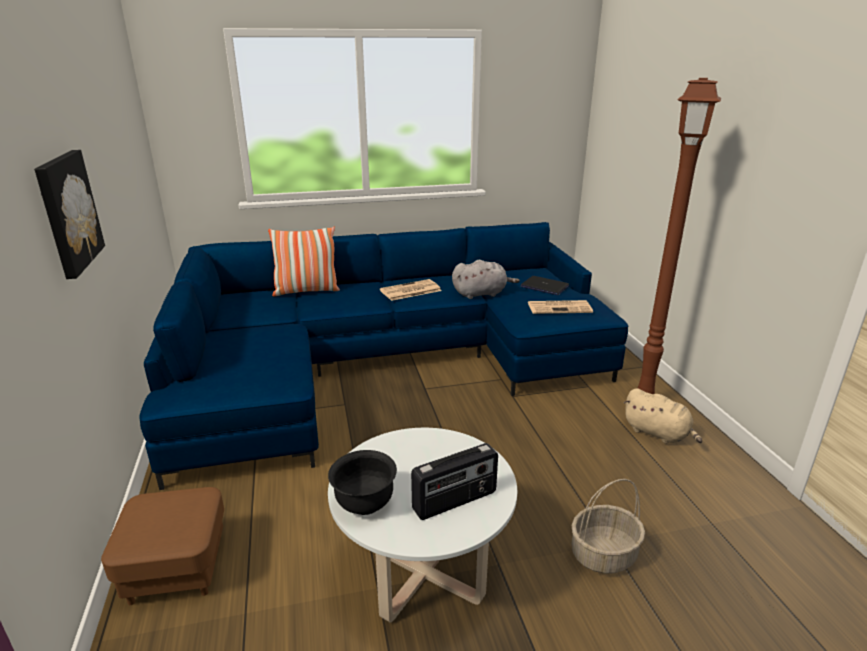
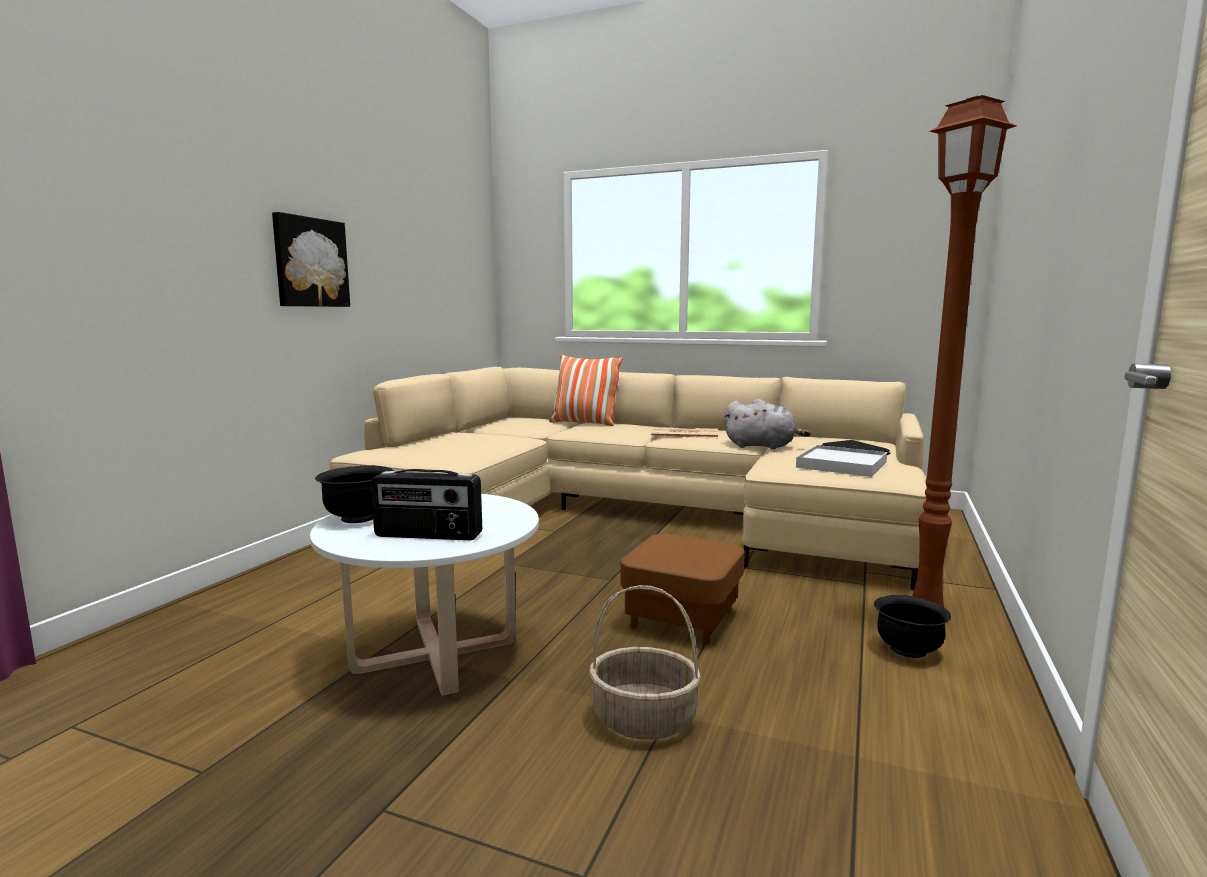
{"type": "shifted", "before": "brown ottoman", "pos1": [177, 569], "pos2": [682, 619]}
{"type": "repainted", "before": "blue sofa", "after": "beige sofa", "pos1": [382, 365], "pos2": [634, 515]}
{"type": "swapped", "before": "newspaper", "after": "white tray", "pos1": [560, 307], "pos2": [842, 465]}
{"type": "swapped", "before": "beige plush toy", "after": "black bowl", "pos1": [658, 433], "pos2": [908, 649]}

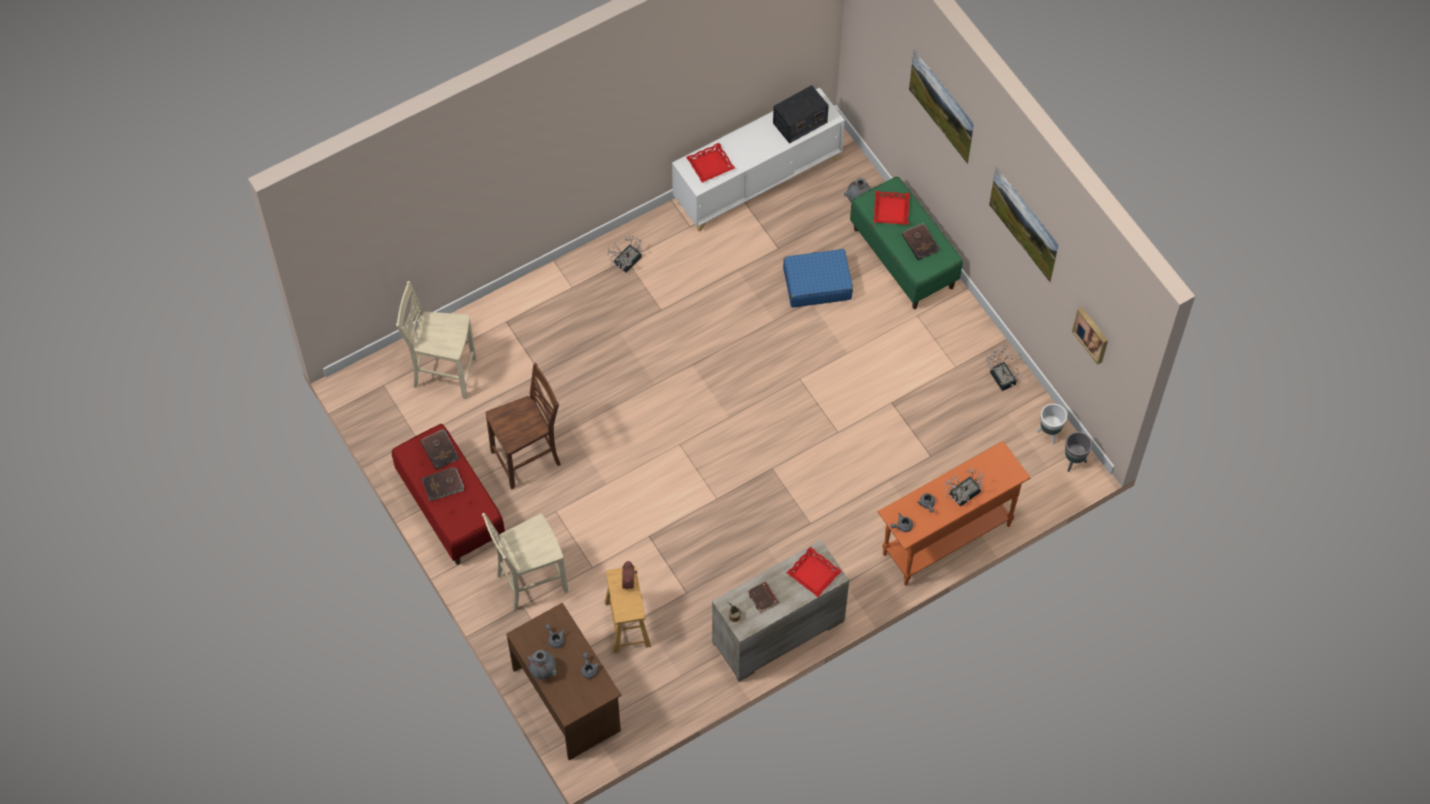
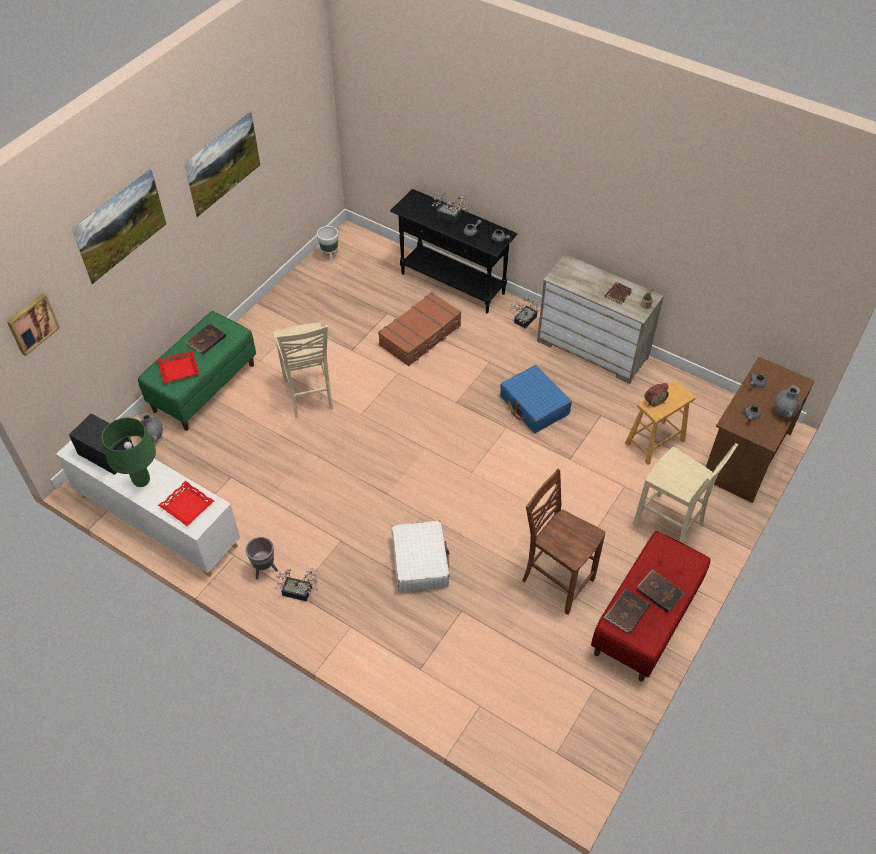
{"type": "shifted", "before": "beige chair", "pos1": [443, 373], "pos2": [309, 396]}
{"type": "shifted", "before": "blue suitcase", "pos1": [817, 284], "pos2": [534, 406]}
{"type": "gone", "before": "red tray", "pos1": [813, 574]}
{"type": "repainted", "before": "orange console table", "after": "black console table", "pos1": [946, 539], "pos2": [452, 284]}
{"type": "shifted", "before": "potted plant", "pos1": [1001, 375], "pos2": [523, 321]}
{"type": "shifted", "before": "grey planter", "pos1": [1073, 461], "pos2": [265, 570]}
{"type": "shifted", "before": "picture", "pos1": [1092, 334], "pos2": [32, 323]}
{"type": "new", "after": "green table lamp", "pos2": [142, 481]}
{"type": "new", "after": "brown suitcase", "pos2": [421, 336]}
{"type": "new", "after": "white suitcase", "pos2": [420, 562]}

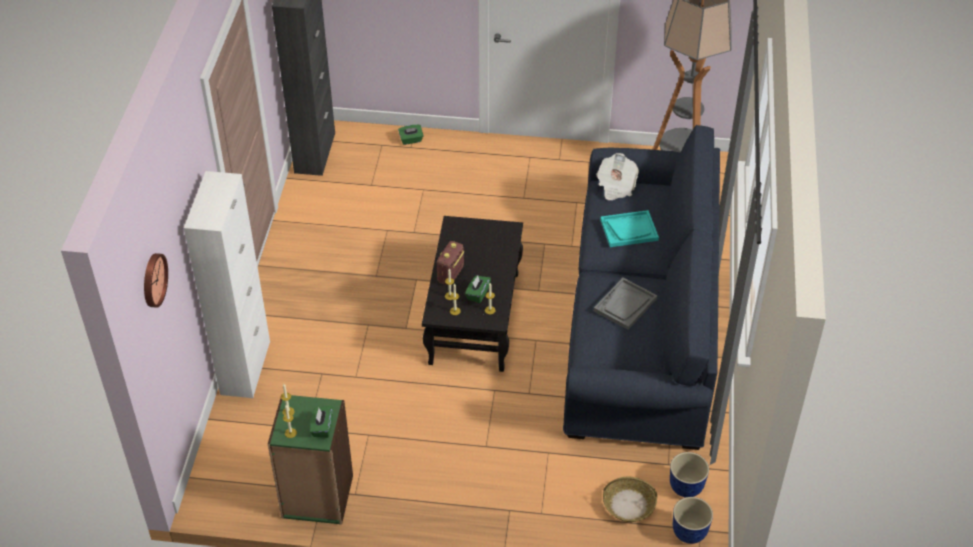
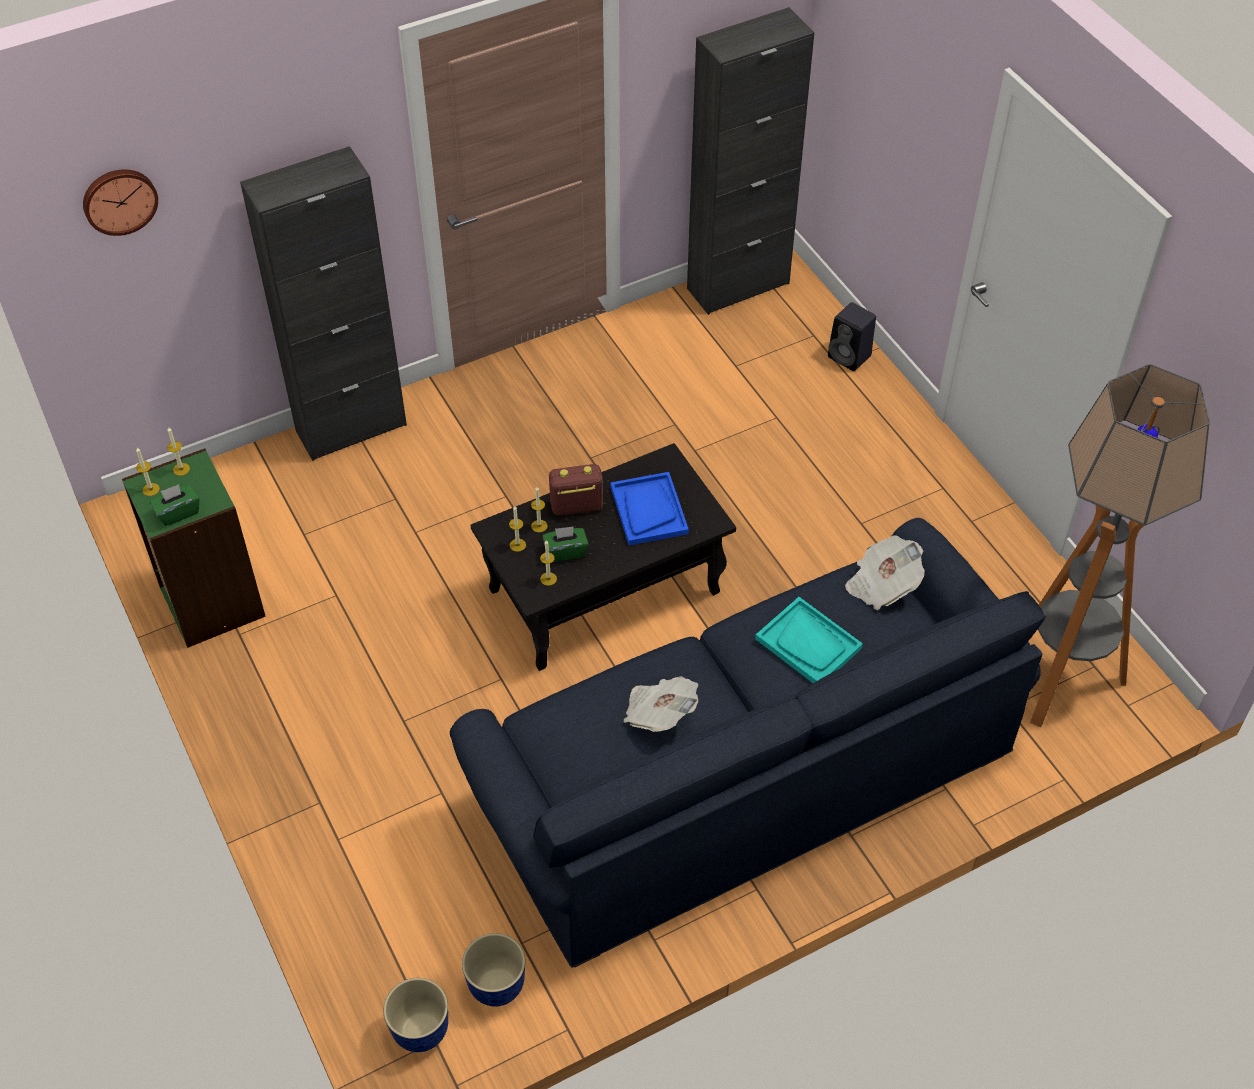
{"type": "repainted", "before": "white cabinet", "after": "black cabinet", "pos1": [245, 368], "pos2": [351, 428]}
{"type": "swapped", "before": "green tissue box", "after": "black speaker", "pos1": [411, 140], "pos2": [850, 357]}
{"type": "swapped", "before": "grey tray", "after": "newspaper", "pos1": [625, 305], "pos2": [659, 713]}
{"type": "gone", "before": "basket", "pos1": [628, 505]}
{"type": "new", "after": "blue tray", "pos2": [648, 510]}

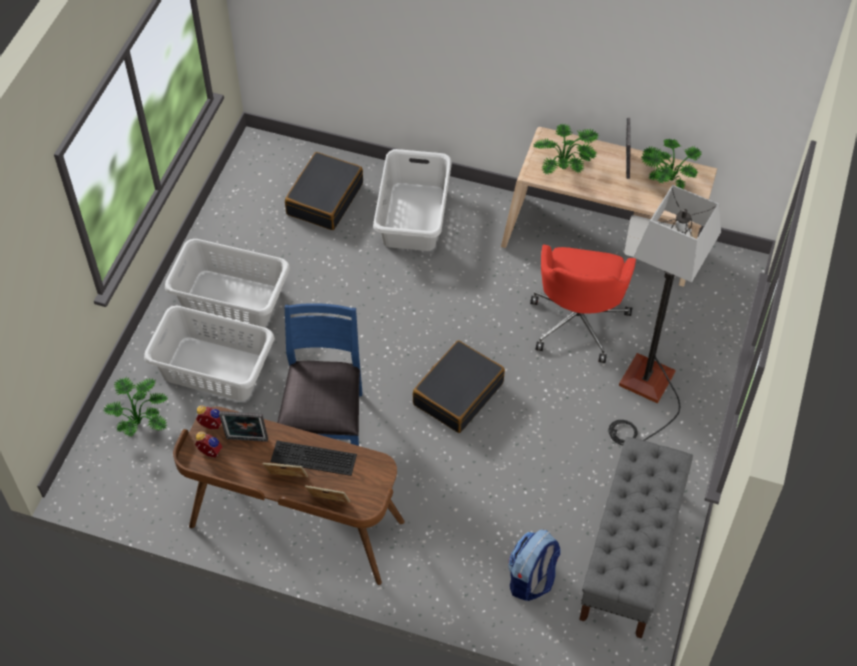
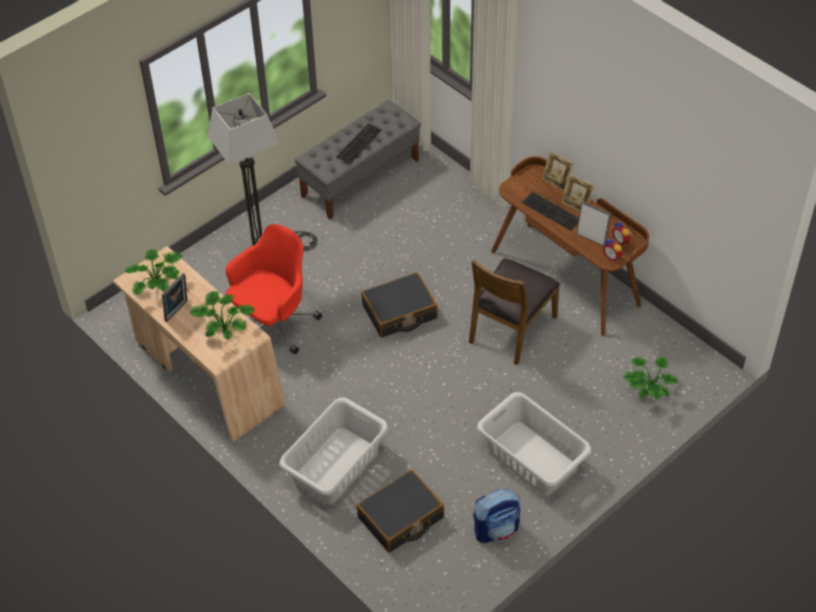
{"type": "gone", "before": "grey laundry basket", "pos1": [214, 368]}
{"type": "repainted", "before": "blue chair", "after": "brown chair", "pos1": [325, 429], "pos2": [511, 329]}
{"type": "shifted", "before": "backpack", "pos1": [531, 579], "pos2": [496, 529]}
{"type": "new", "after": "keyboard", "pos2": [358, 142]}

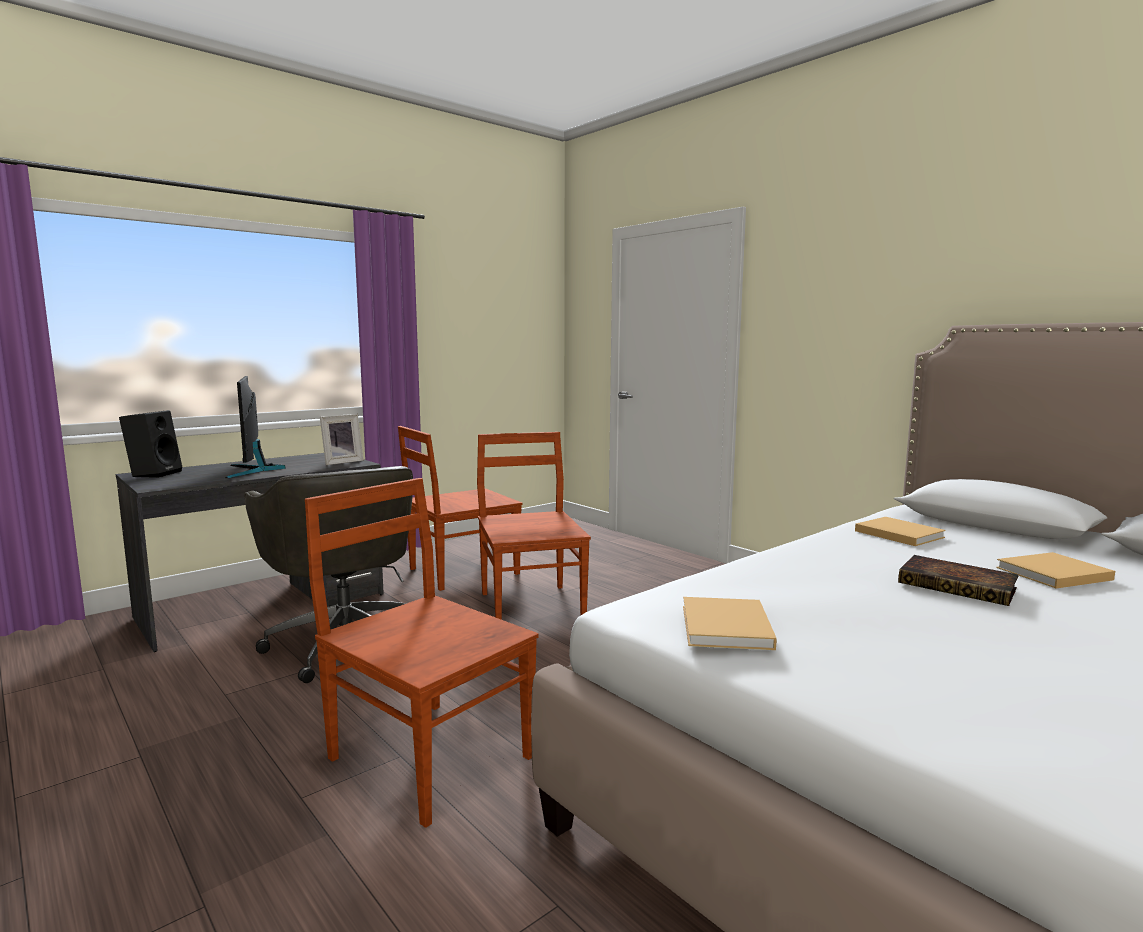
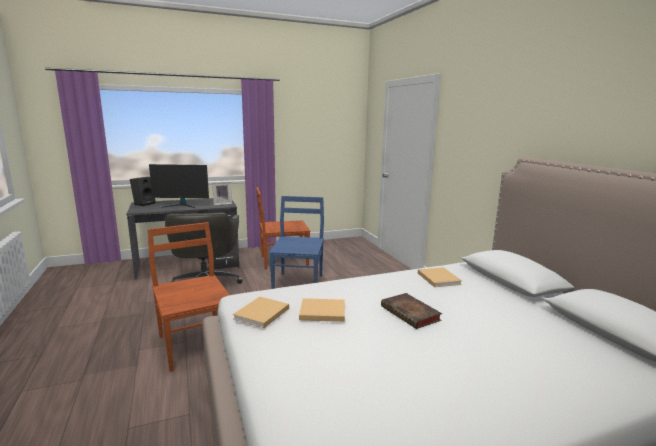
{"type": "rotated", "before": "monitor", "pos1": [253, 470], "pos2": [182, 205], "turn": -90}
{"type": "repainted", "before": "brown chair", "after": "blue chair", "pos1": [531, 605], "pos2": [298, 283]}
{"type": "shifted", "before": "beige book", "pos1": [1051, 574], "pos2": [321, 311]}

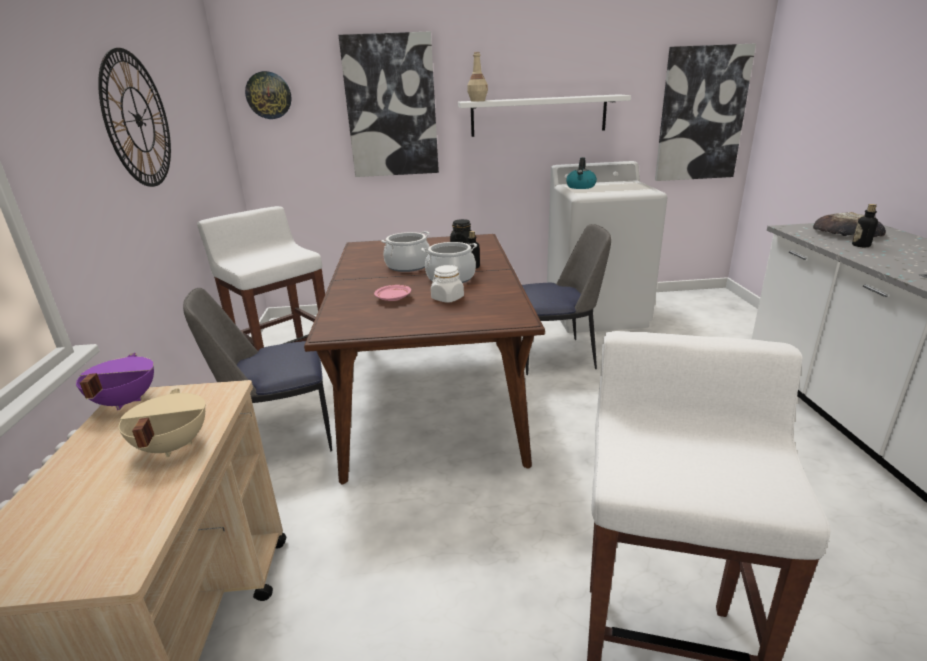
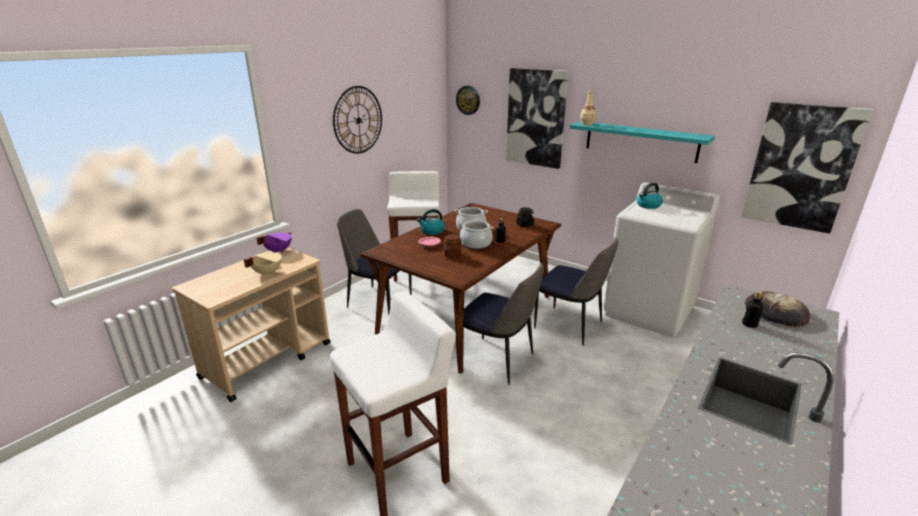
{"type": "repainted", "before": "white jar", "after": "brown jar", "pos1": [447, 298], "pos2": [451, 254]}
{"type": "repainted", "before": "white shelf", "after": "turquoise shelf", "pos1": [538, 115], "pos2": [640, 141]}
{"type": "new", "after": "kettle", "pos2": [432, 231]}
{"type": "new", "after": "chair", "pos2": [497, 361]}

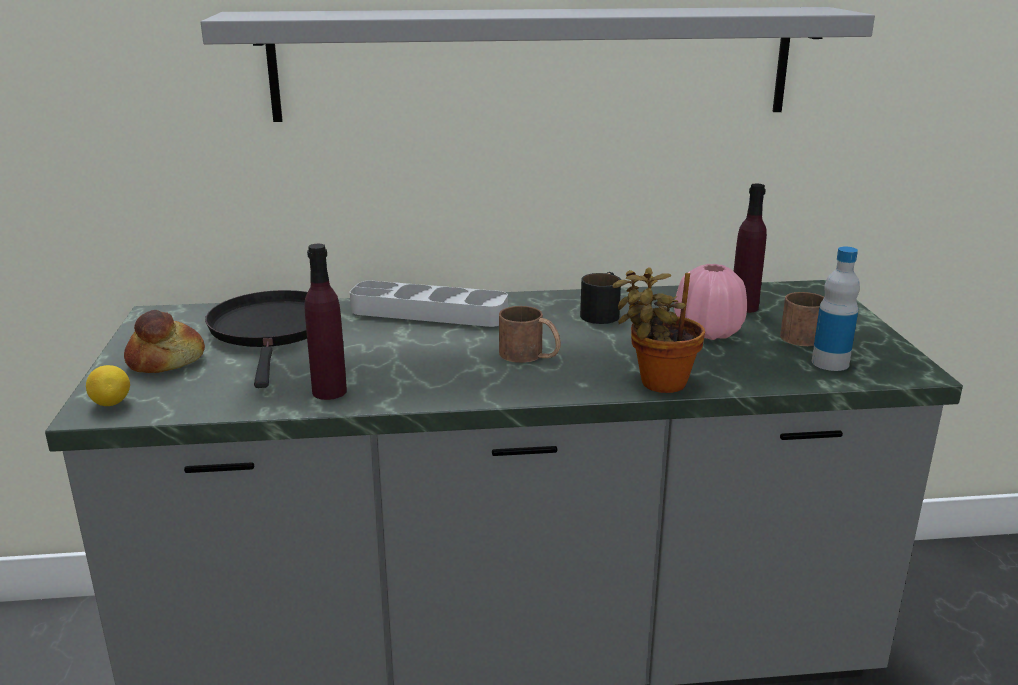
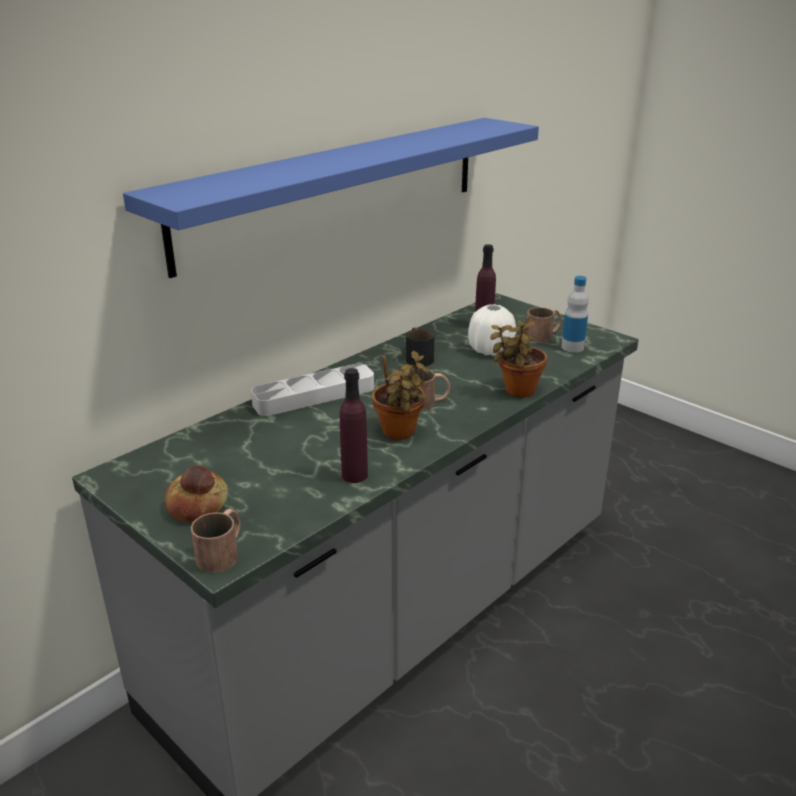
{"type": "swapped", "before": "lemon", "after": "brown mug", "pos1": [111, 404], "pos2": [223, 552]}
{"type": "repainted", "before": "grey shelf", "after": "blue shelf", "pos1": [534, 64], "pos2": [338, 188]}
{"type": "gone", "before": "black frying pan", "pos1": [273, 331]}
{"type": "repainted", "before": "pink vase", "after": "white vase", "pos1": [707, 332], "pos2": [491, 350]}
{"type": "new", "after": "potted plant", "pos2": [400, 433]}

